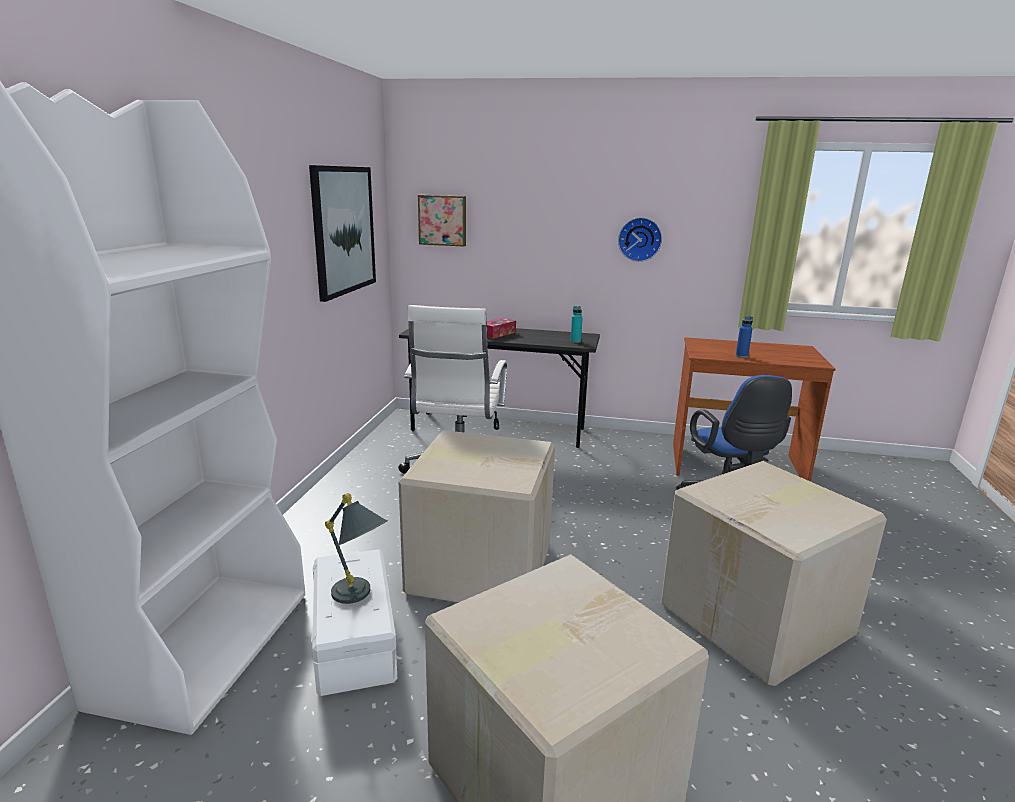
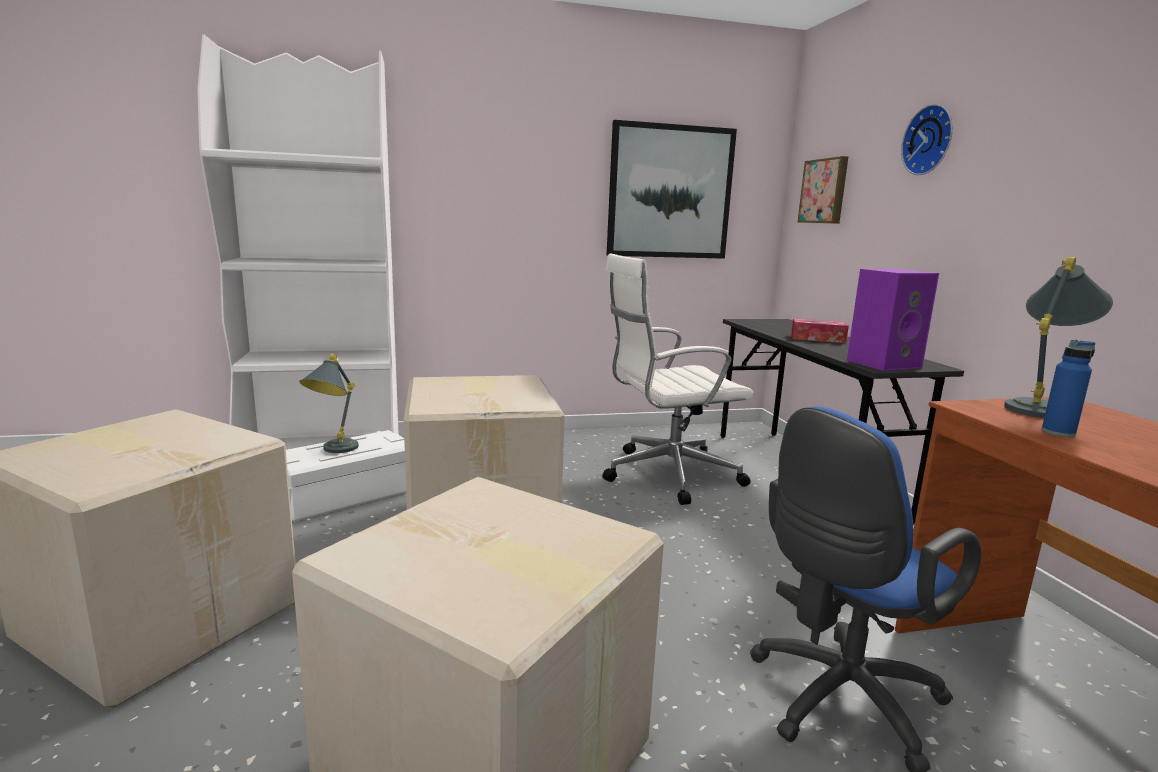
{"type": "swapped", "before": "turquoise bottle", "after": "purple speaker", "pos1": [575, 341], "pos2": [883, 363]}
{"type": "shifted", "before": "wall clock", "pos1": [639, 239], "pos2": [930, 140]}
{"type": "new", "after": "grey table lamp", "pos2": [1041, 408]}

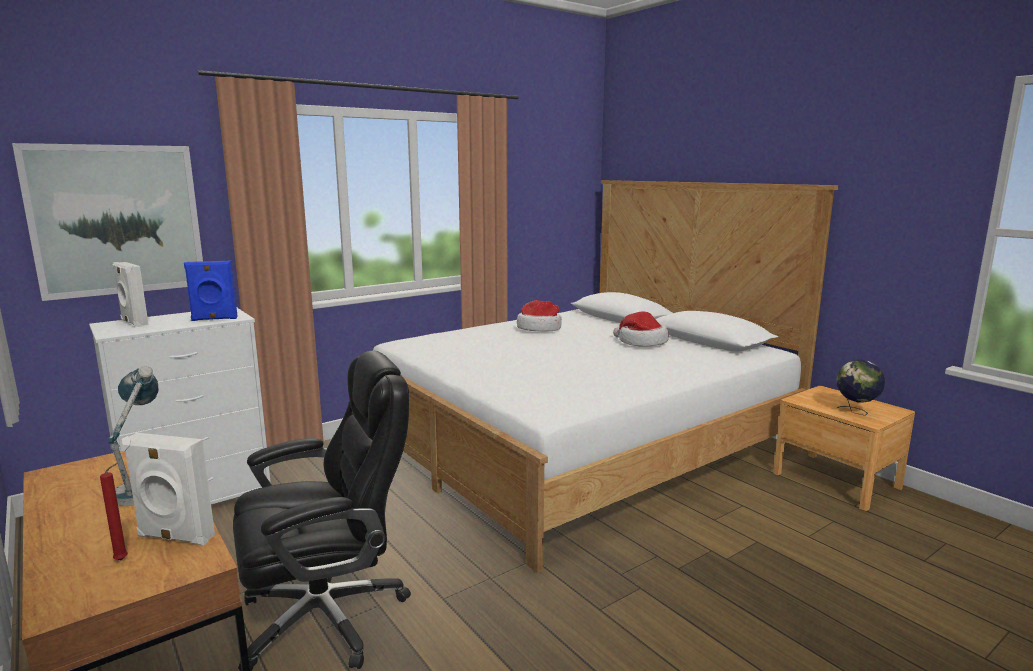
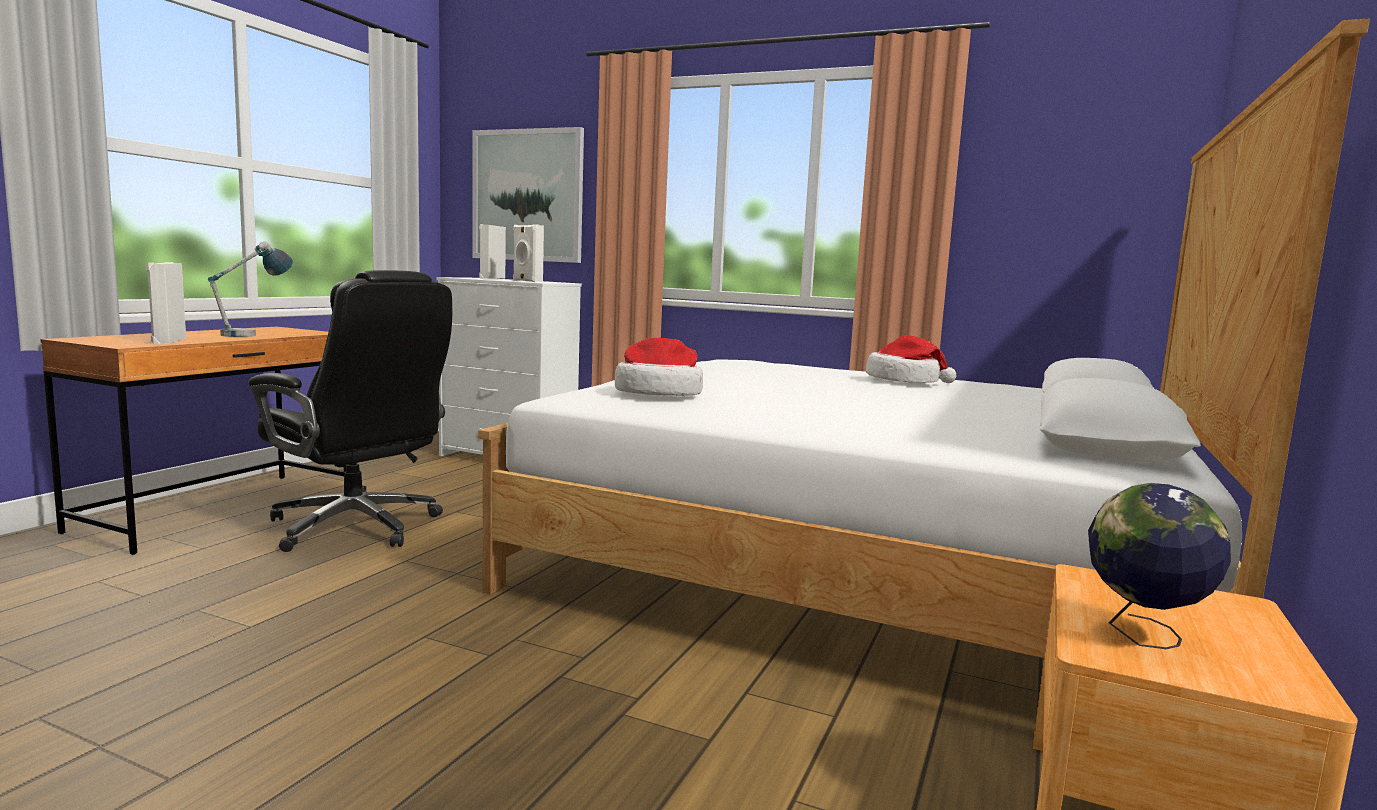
{"type": "gone", "before": "red candle", "pos1": [123, 560]}
{"type": "repainted", "before": "blue speaker", "after": "white speaker", "pos1": [214, 319], "pos2": [526, 281]}
{"type": "shifted", "before": "hat", "pos1": [641, 342], "pos2": [659, 393]}

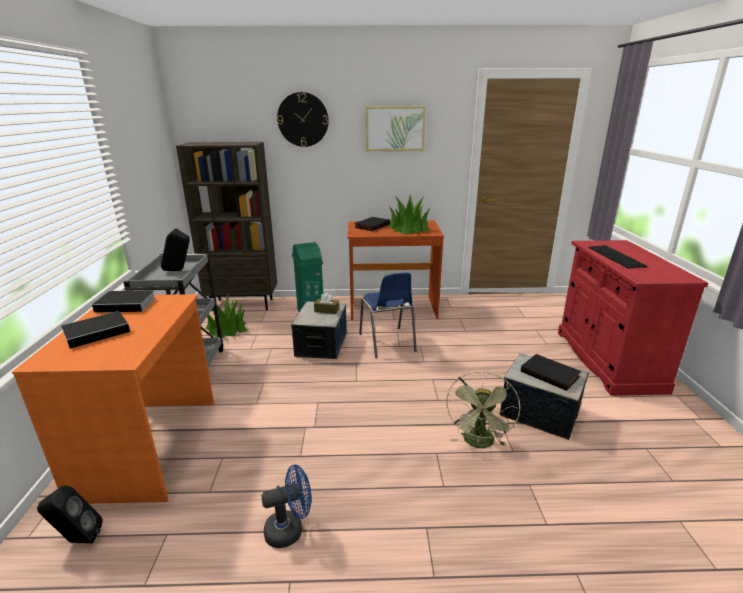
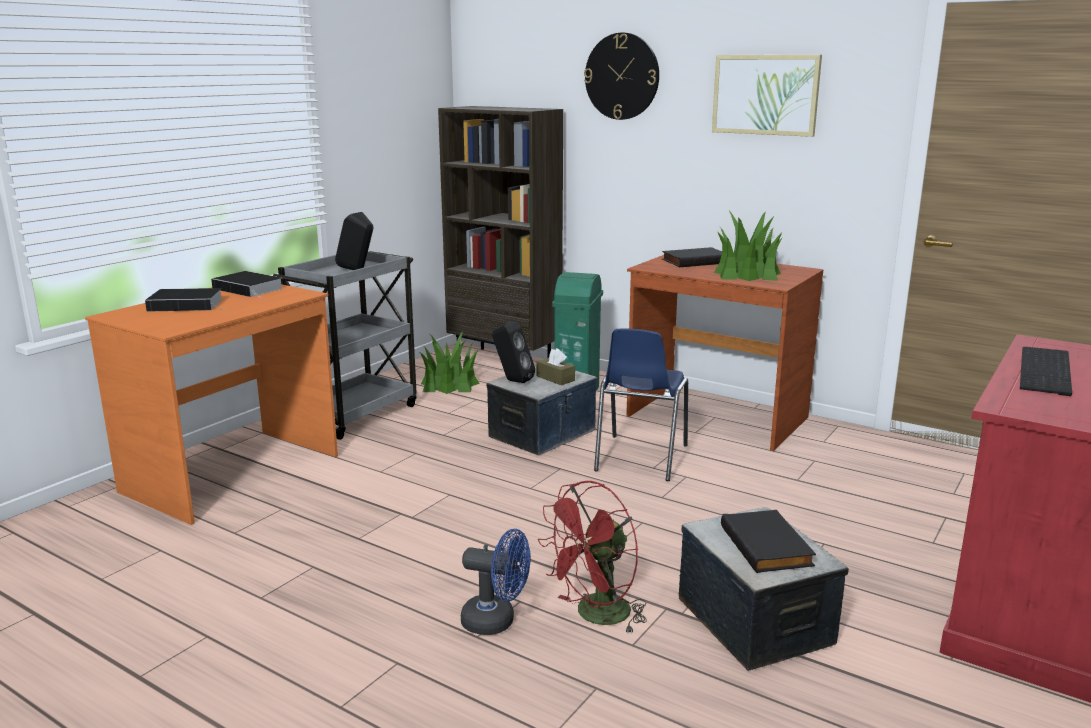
{"type": "shifted", "before": "black speaker", "pos1": [78, 540], "pos2": [512, 381]}
{"type": "shifted", "before": "blue fan", "pos1": [290, 529], "pos2": [496, 621]}
{"type": "repainted", "before": "green fan", "after": "red fan", "pos1": [479, 443], "pos2": [595, 616]}

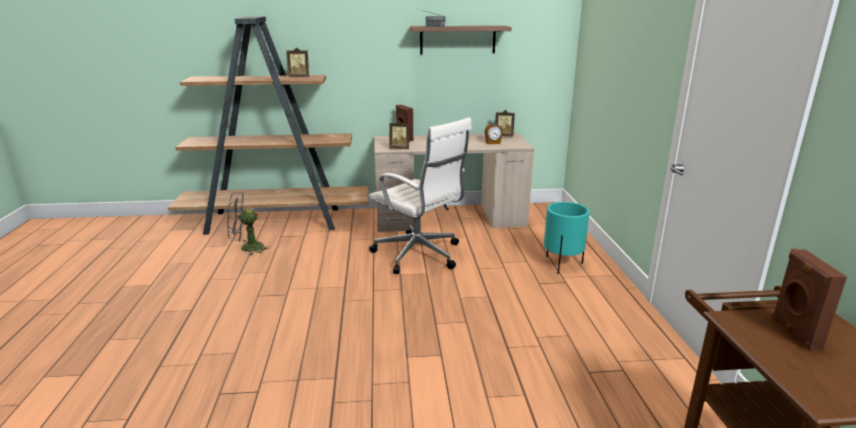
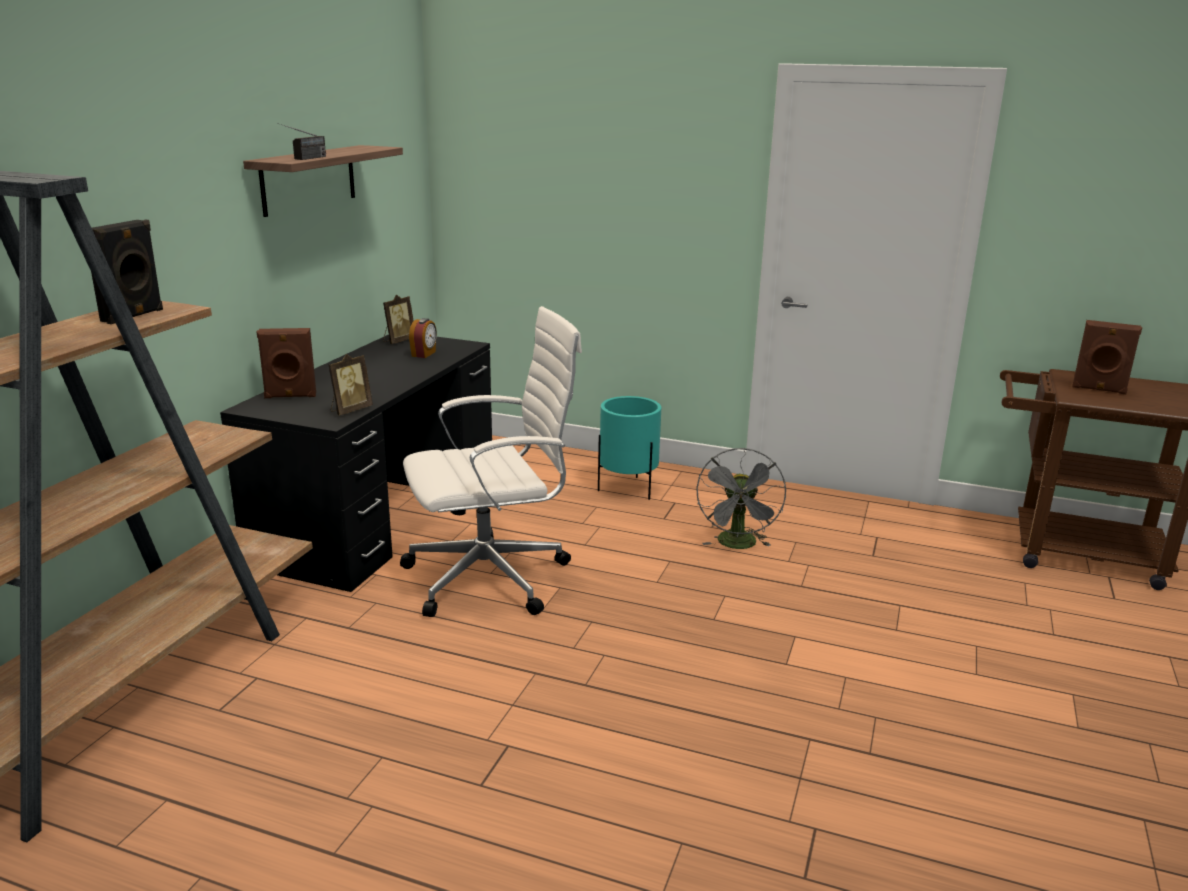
{"type": "shifted", "before": "grey fan", "pos1": [246, 248], "pos2": [738, 545]}
{"type": "swapped", "before": "picture frame", "after": "black speaker", "pos1": [299, 77], "pos2": [134, 316]}
{"type": "repainted", "before": "beige desk", "after": "black desk", "pos1": [450, 217], "pos2": [382, 514]}

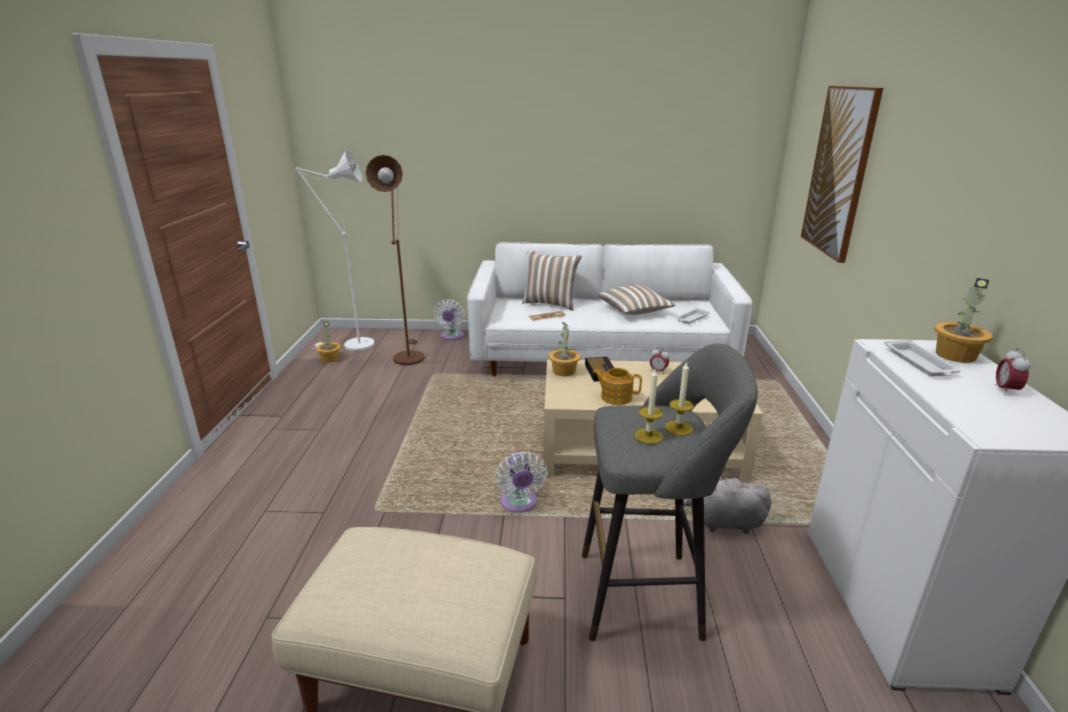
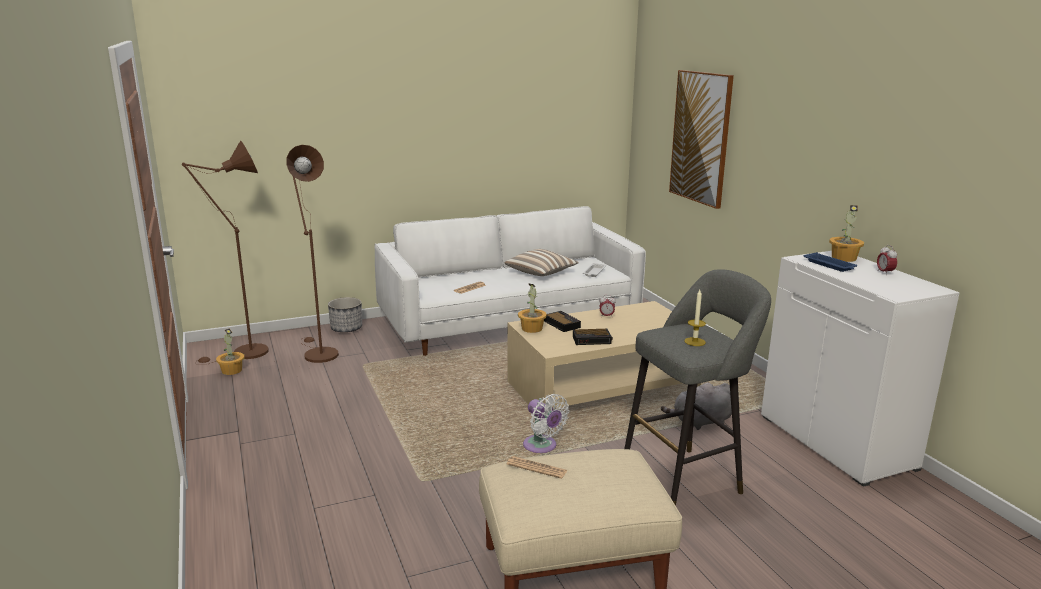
{"type": "repainted", "before": "white floor lamp", "after": "brown floor lamp", "pos1": [353, 345], "pos2": [244, 354]}
{"type": "swapped", "before": "white fan", "after": "planter", "pos1": [451, 336], "pos2": [346, 328]}
{"type": "gone", "before": "pillow", "pos1": [550, 303]}
{"type": "swapped", "before": "teapot", "after": "alarm clock", "pos1": [615, 397], "pos2": [592, 340]}
{"type": "gone", "before": "candle", "pos1": [678, 428]}
{"type": "repainted", "before": "white tray", "after": "blue tray", "pos1": [920, 363], "pos2": [830, 265]}
{"type": "new", "after": "newspaper", "pos2": [536, 468]}

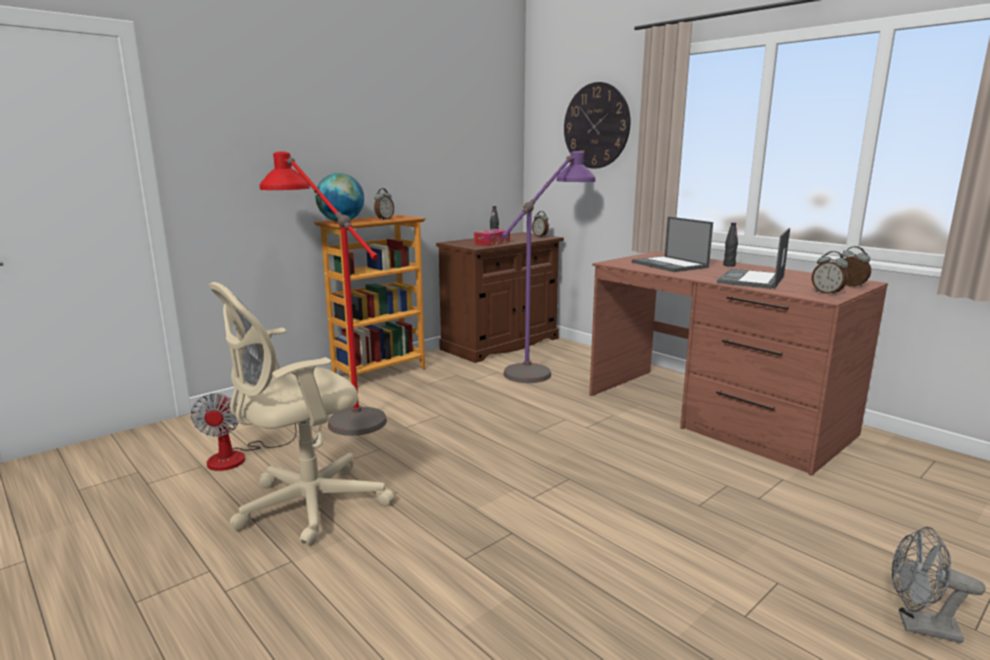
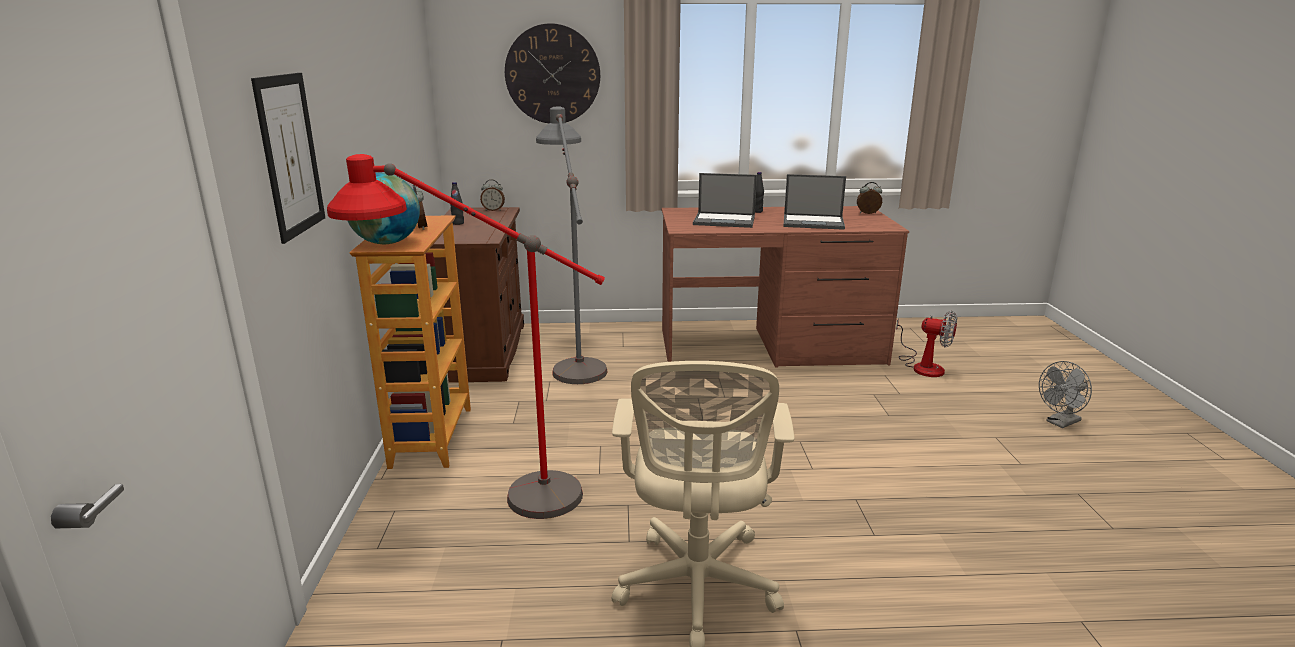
{"type": "shifted", "before": "fan", "pos1": [239, 457], "pos2": [923, 366]}
{"type": "gone", "before": "tissue box", "pos1": [492, 243]}
{"type": "repainted", "before": "purple floor lamp", "after": "grey floor lamp", "pos1": [545, 365], "pos2": [574, 356]}
{"type": "rotated", "before": "laptop", "pos1": [751, 280], "pos2": [814, 222], "turn": -60}
{"type": "gone", "before": "alarm clock", "pos1": [827, 293]}
{"type": "new", "after": "picture", "pos2": [290, 155]}

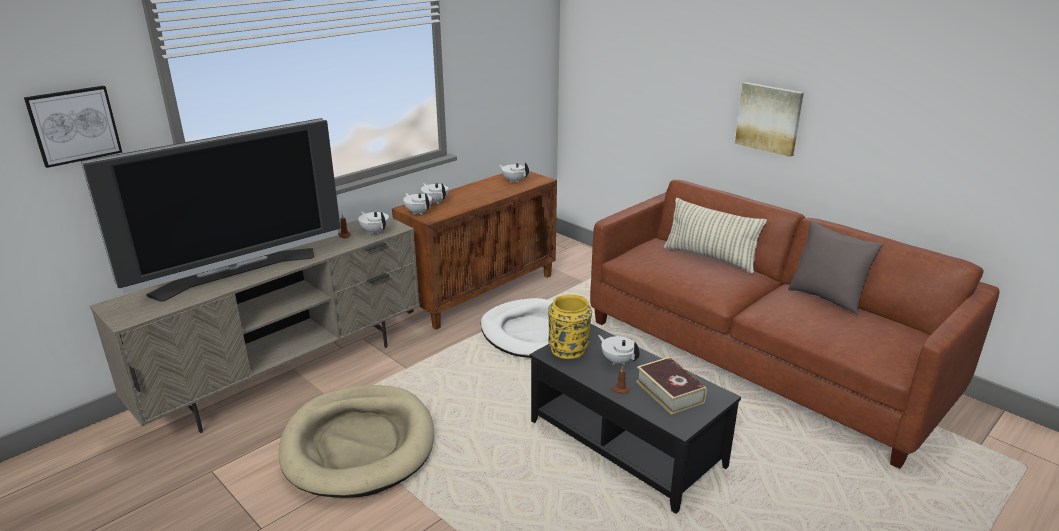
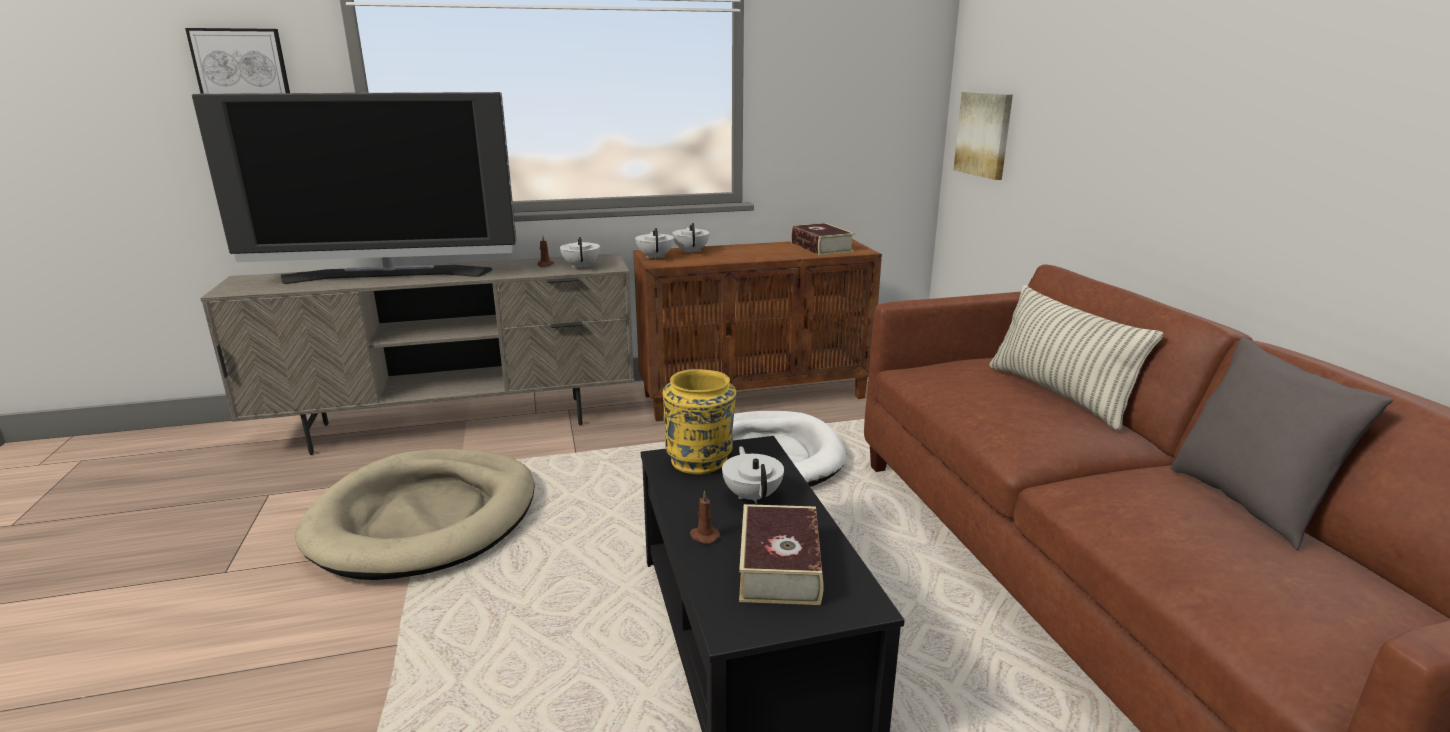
{"type": "swapped", "before": "white teapot", "after": "book", "pos1": [514, 181], "pos2": [821, 247]}
{"type": "shifted", "before": "picture", "pos1": [769, 118], "pos2": [984, 134]}

